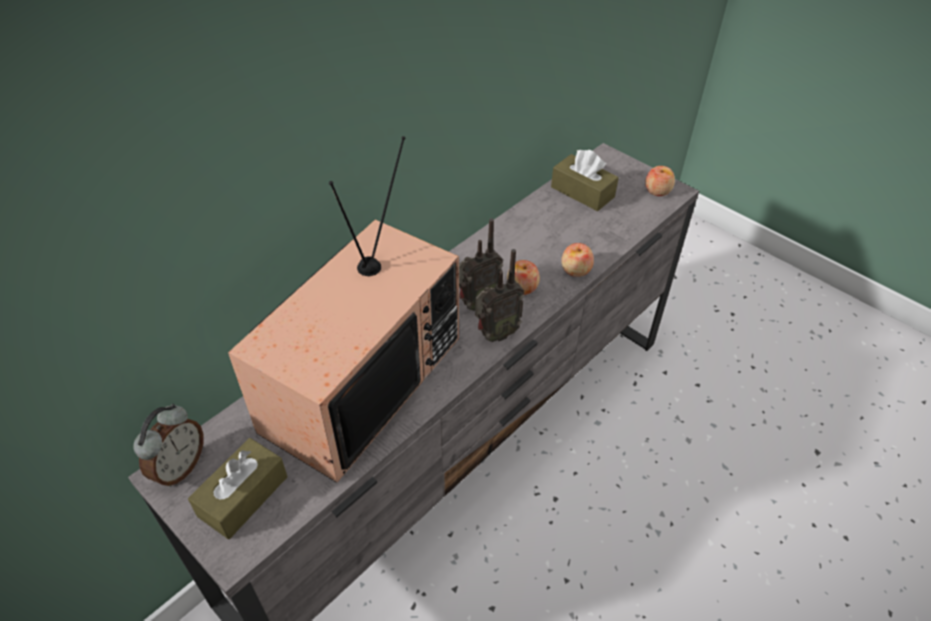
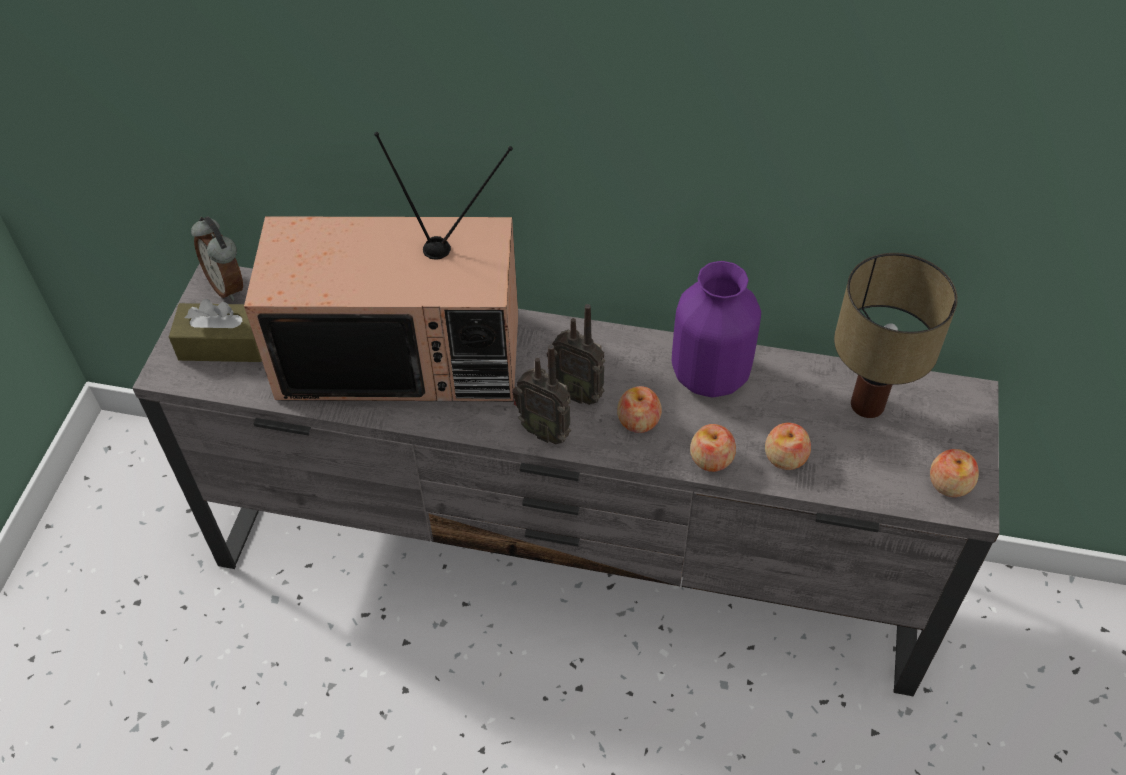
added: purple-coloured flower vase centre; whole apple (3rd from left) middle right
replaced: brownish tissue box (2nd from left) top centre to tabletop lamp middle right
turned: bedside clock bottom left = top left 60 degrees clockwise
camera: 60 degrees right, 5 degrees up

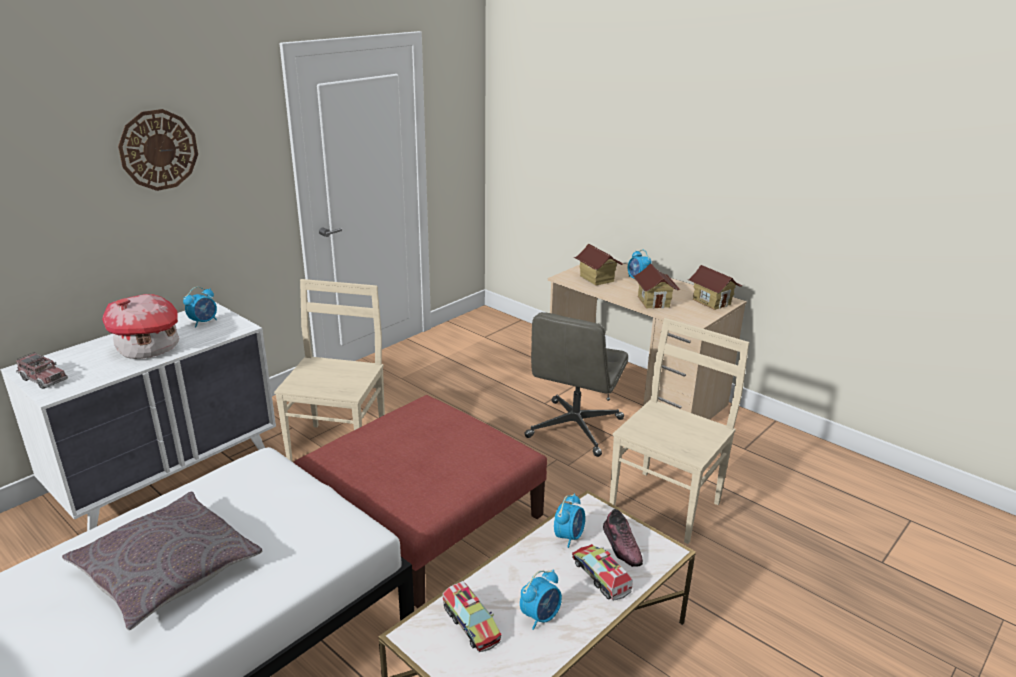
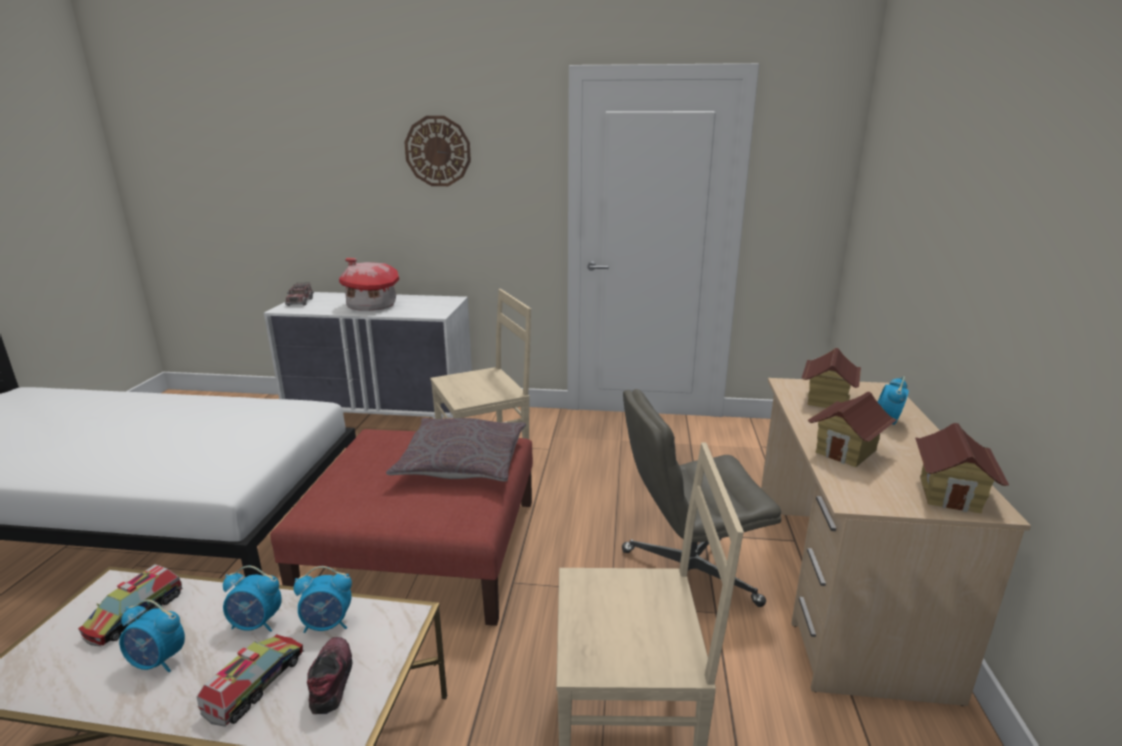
moved: bedside clock (1st from left in the first image) middle left to bedside clock (2nd from left) bottom left; gray pillow bottom left to centre
turned: shoe bottom centre = bottom left 135 degrees clockwise
camera: 55 degrees right, 5 degrees down

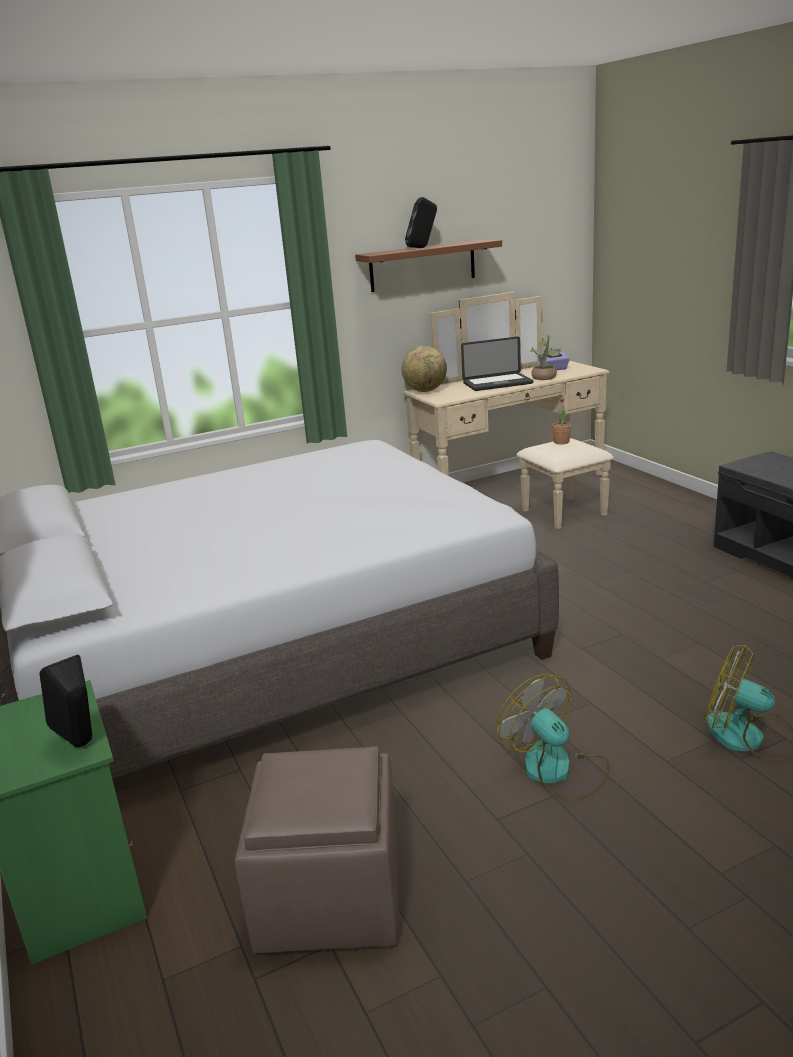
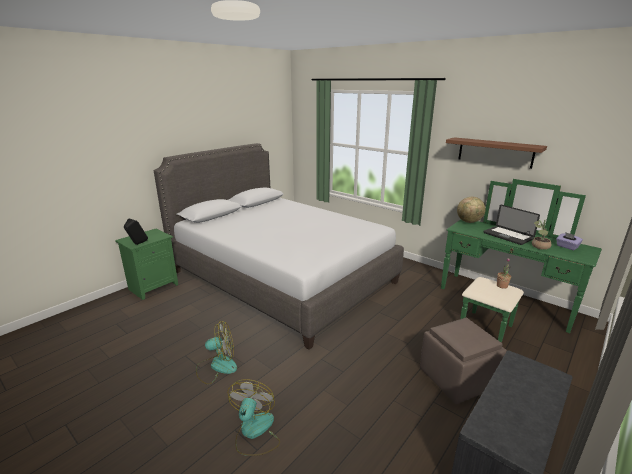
removed: black audio speaker (2nd from left) top centre
moved: brownish ottoman bottom centre to bottom right
recoloured: beige chest of drawers centre to green-coloured chest of drawers middle right
turned: fan (1st from left) bottom right = bottom centre 45 degrees clockwise
camera: 65 degrees right, 0 degrees up

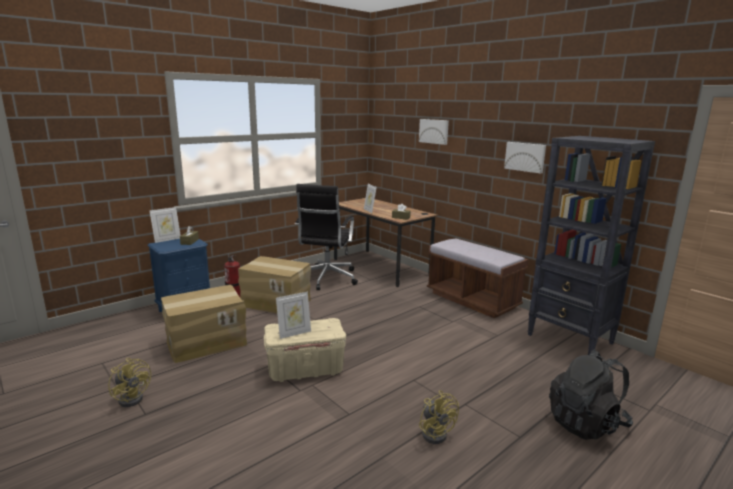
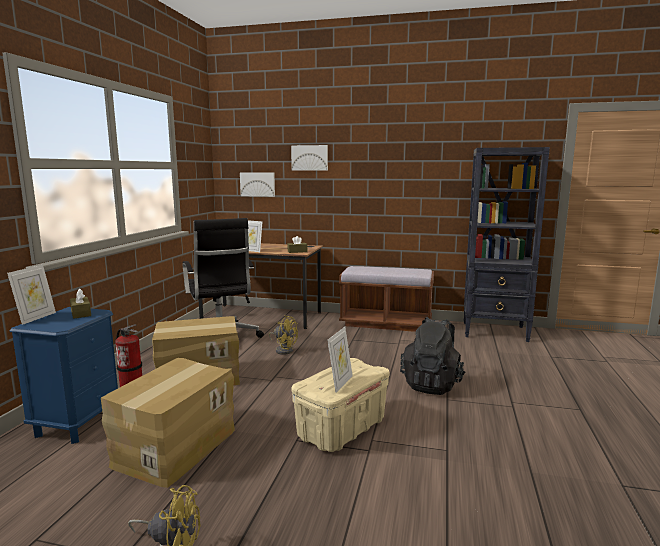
moved: wall art (2nd from left in the first image) top right to wall art (1st from left) centre; black knapsack bottom right to centre; yellowish fan (2nd from left) bottom centre to centre
camera: 35 degrees left, 5 degrees down

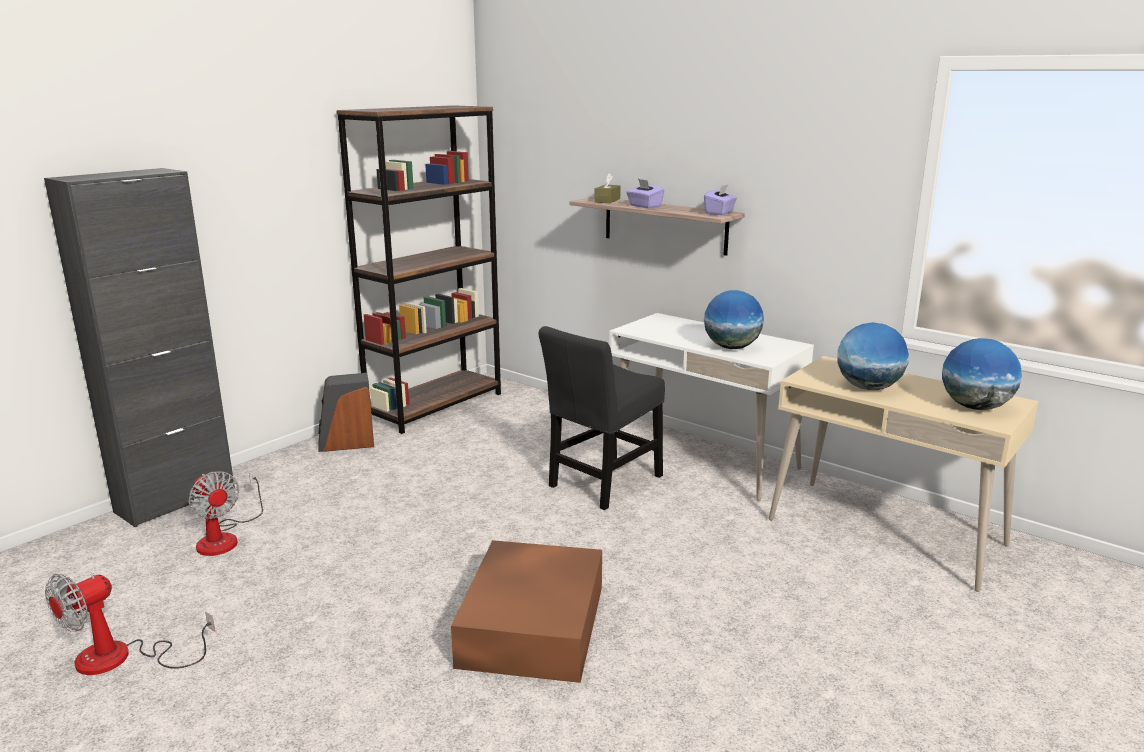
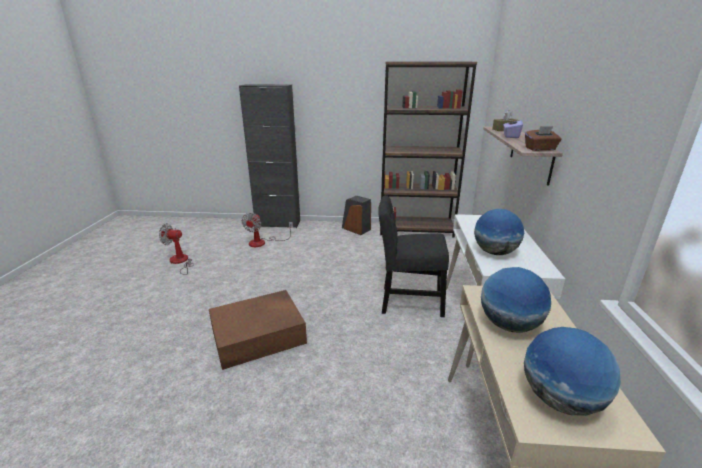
recoloured: purple-coloured tissue box (2nd from left) top centre to brownish tissue box (2nd from left) top right
camera: 55 degrees right, 5 degrees up

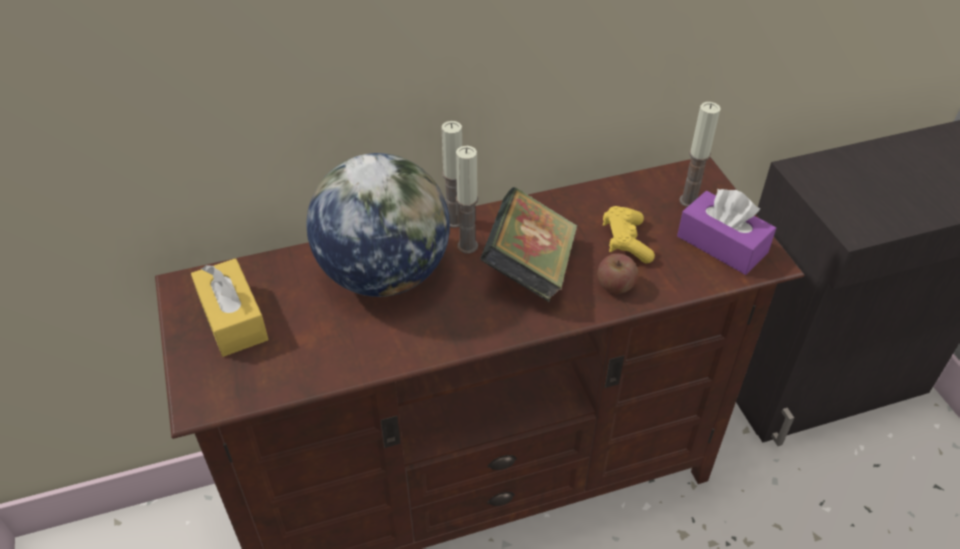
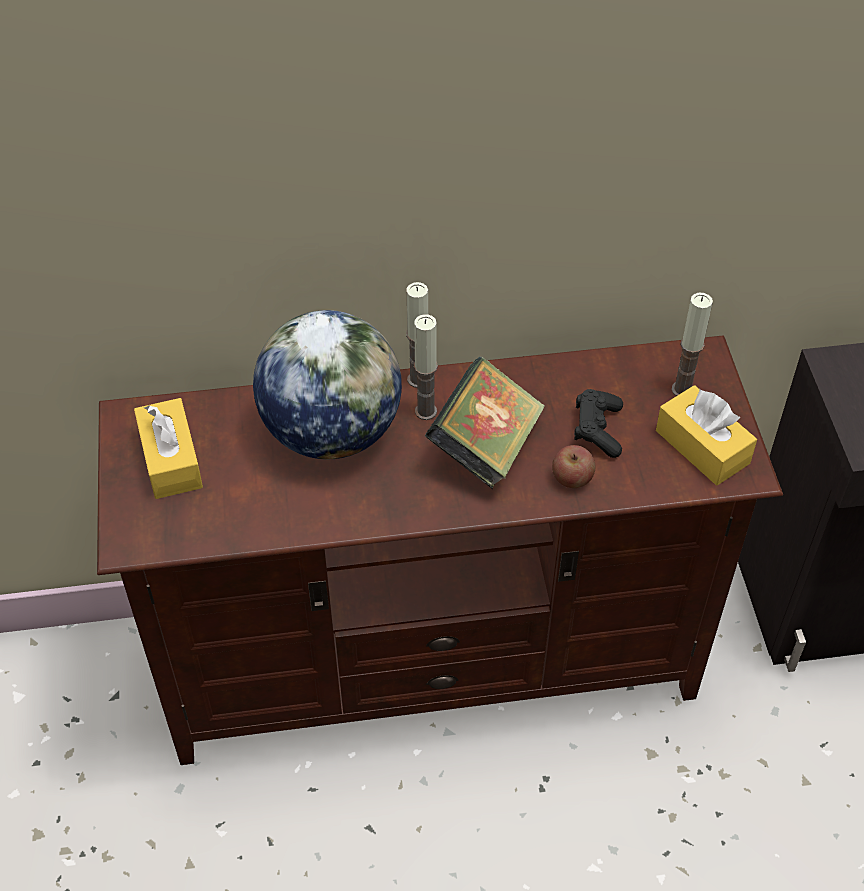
recoloured: purple-coloured tissue box middle right to yellowish tissue box (2nd from left) middle right; yellowish joypad centre to black joypad middle right
camera: 10 degrees right, 5 degrees up

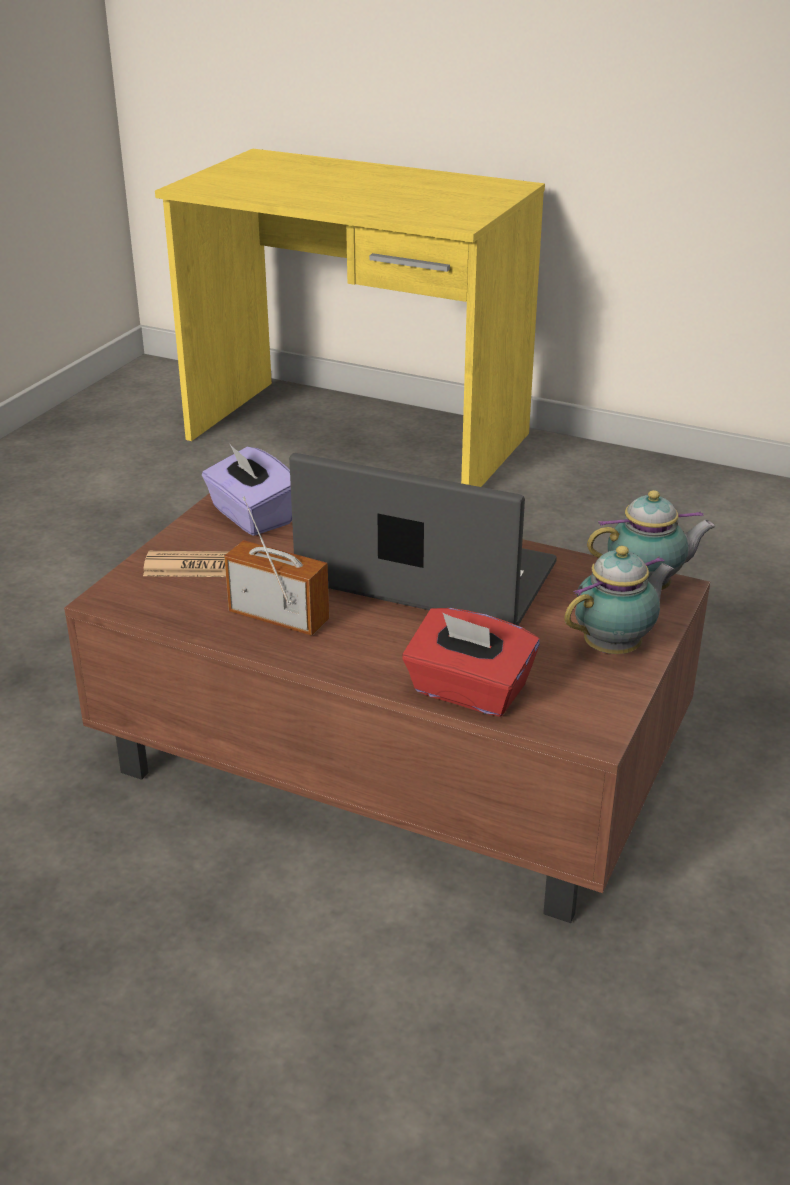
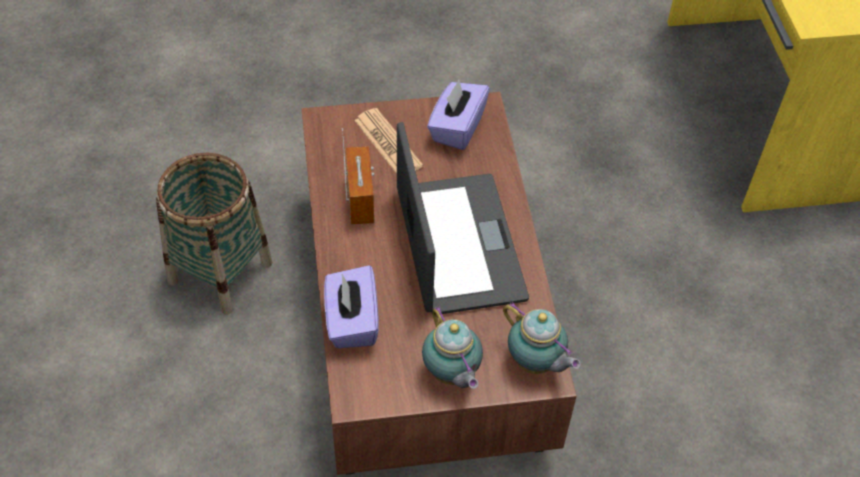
added: household basket middle left
recoloured: reddish tissue box centre to purple-coloured tissue box (1st from left) centre
turned: pot for tea (1st from left) middle right = bottom centre 45 degrees clockwise
camera: 55 degrees right, 20 degrees up

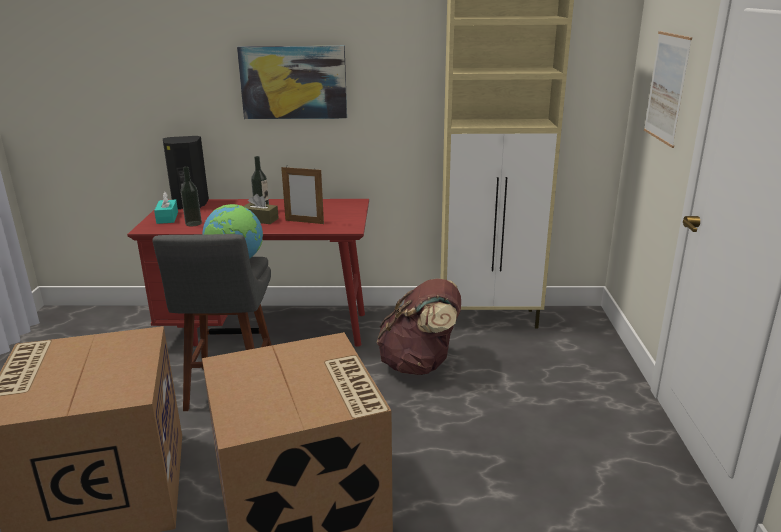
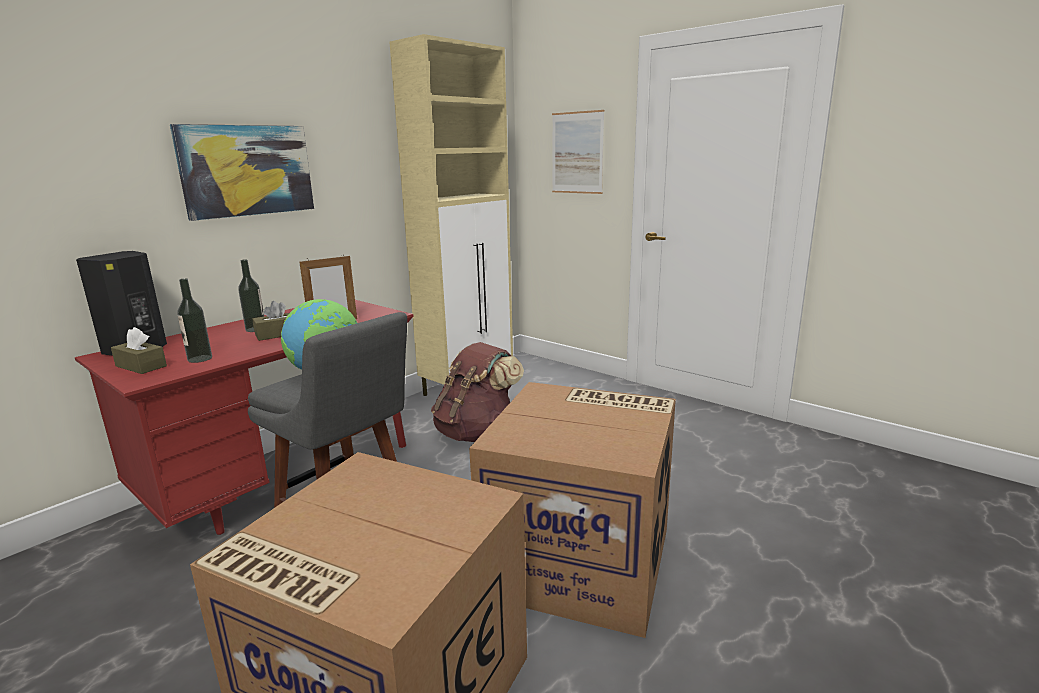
recoloured: turquoise-coloured tissue box middle left to brownish tissue box (1st from left) middle left
camera: 50 degrees left, 5 degrees down

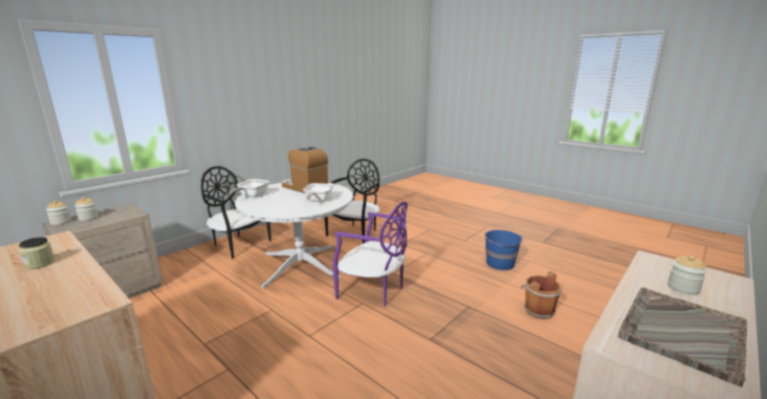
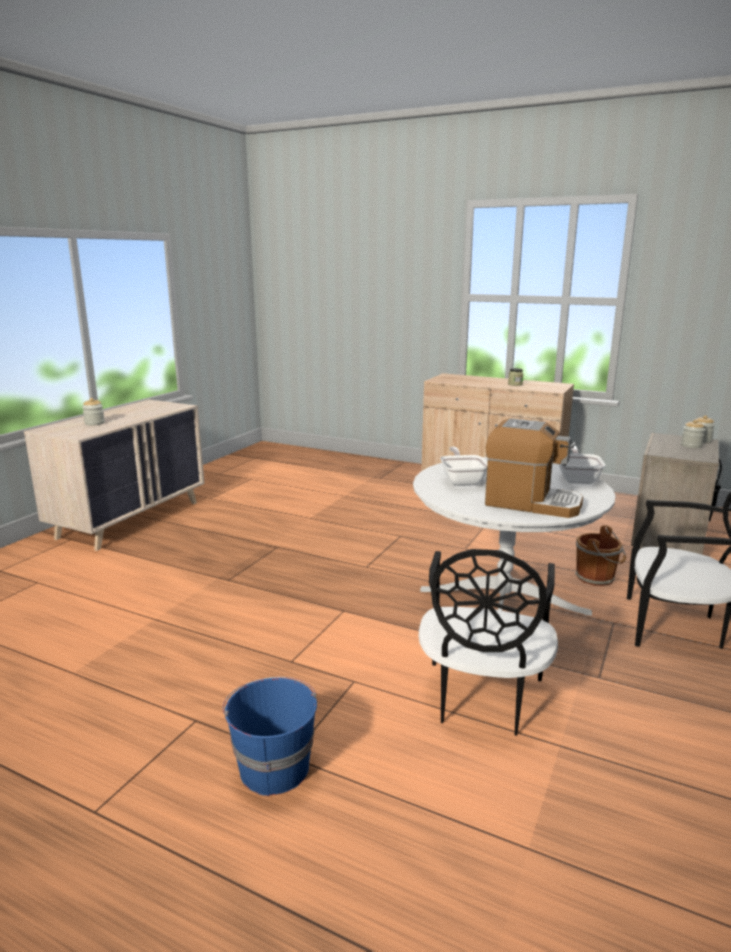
removed: purple-coloured chair centre; gray serving tray bottom right
moved: blue-coloured water bucket centre to bottom centre; brownish water bucket bottom right to middle right
camera: 165 degrees right, 0 degrees up

